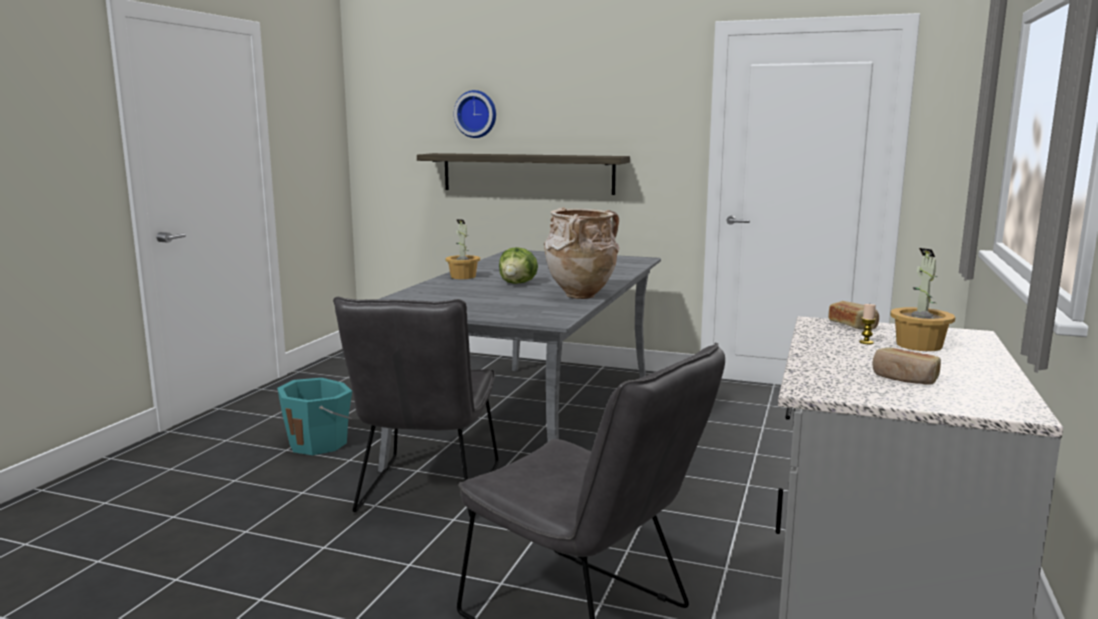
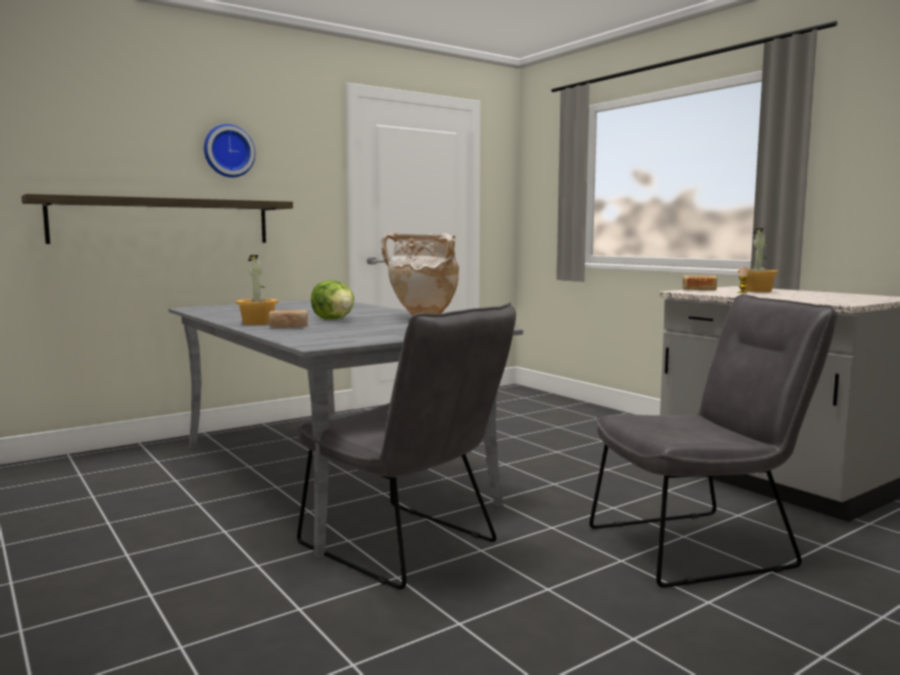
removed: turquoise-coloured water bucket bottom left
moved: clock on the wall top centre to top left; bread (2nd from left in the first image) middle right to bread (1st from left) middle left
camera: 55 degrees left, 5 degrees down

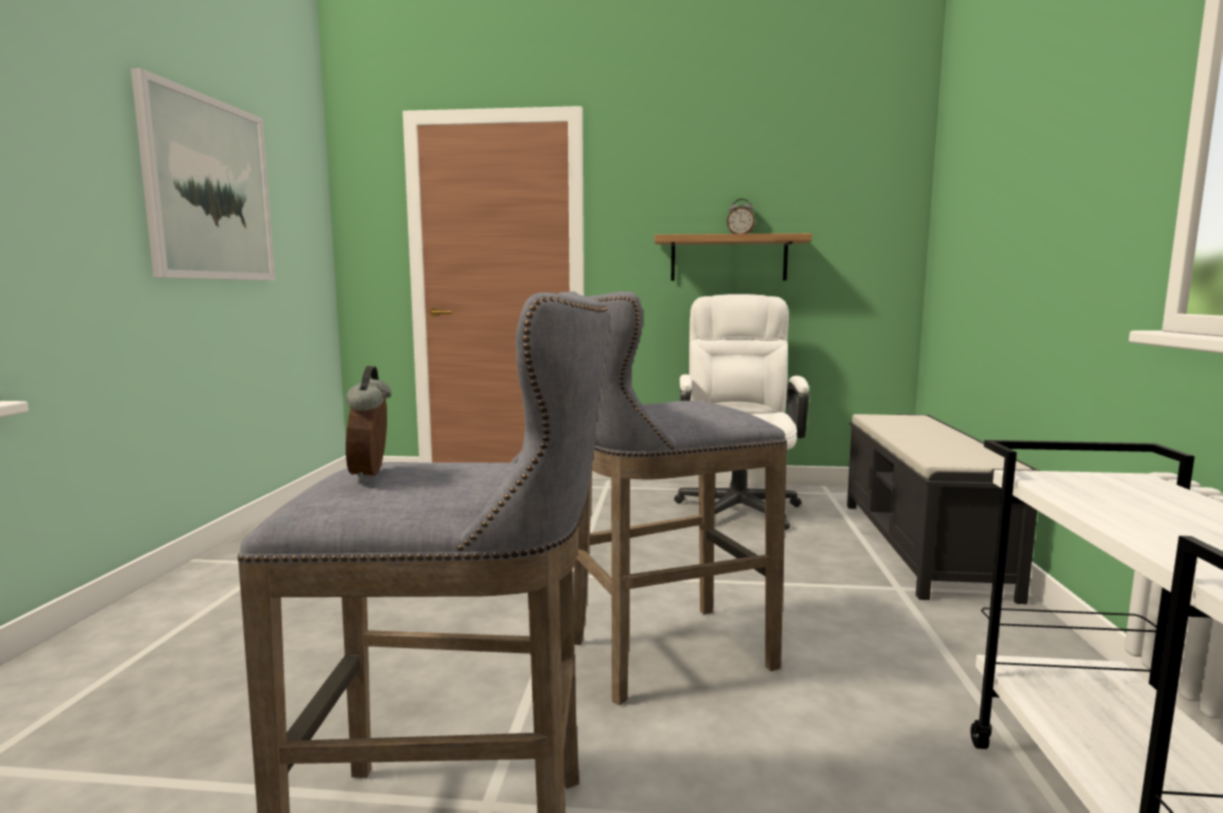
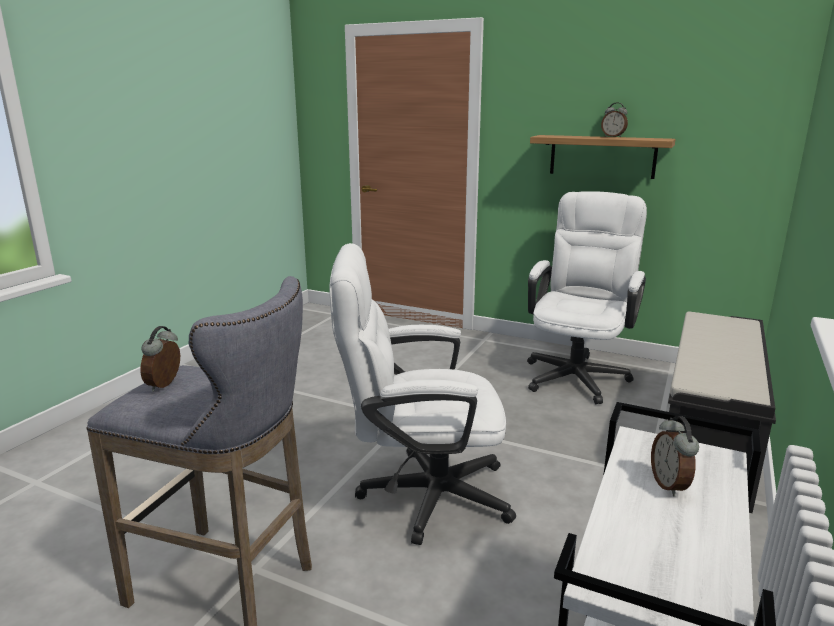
removed: wall art top left
added: bedside clock (3rd from left) bottom right
replaced: gray sitting stool (2nd from left) centre to white desk chair (1st from left) centre
camera: 20 degrees right, 10 degrees up

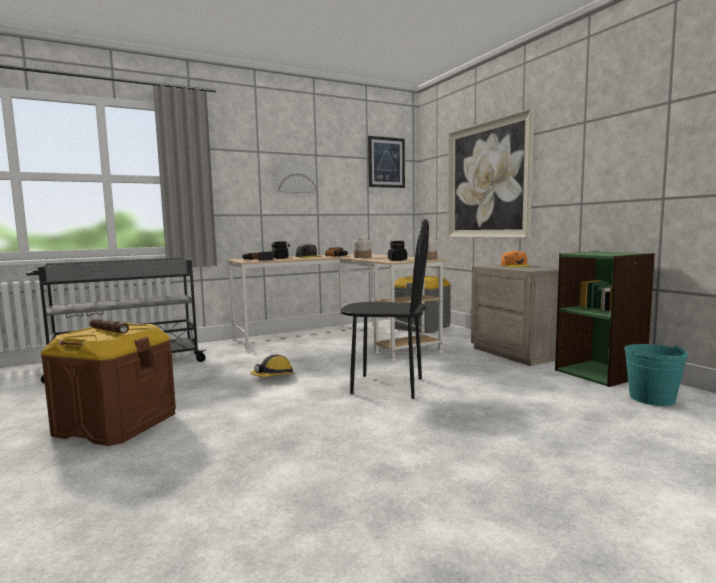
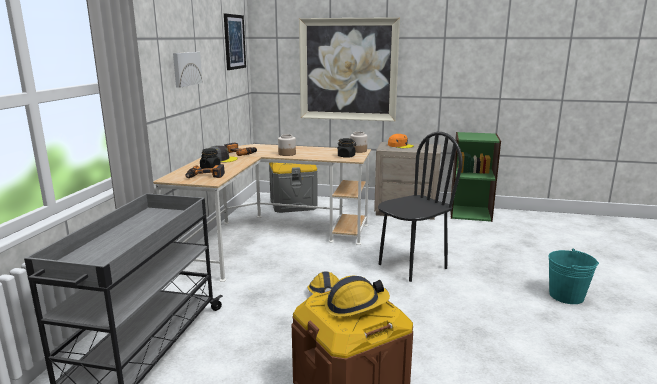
moved: turquoise-coloured water bucket middle right to bottom right
replaced: brownish hand torch middle left to hard hat (2nd from left) bottom centre
camera: 50 degrees left, 10 degrees up

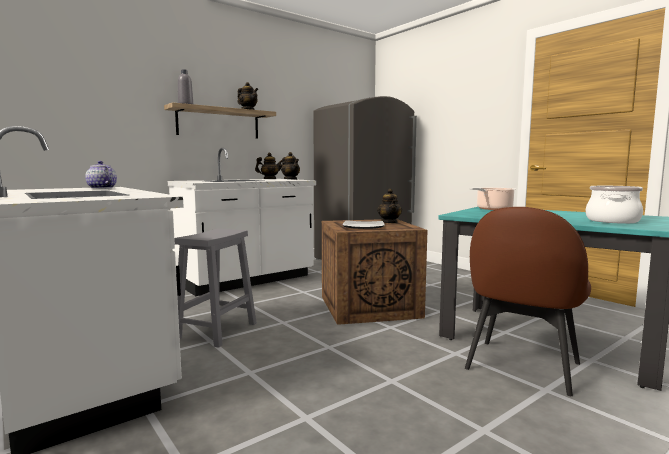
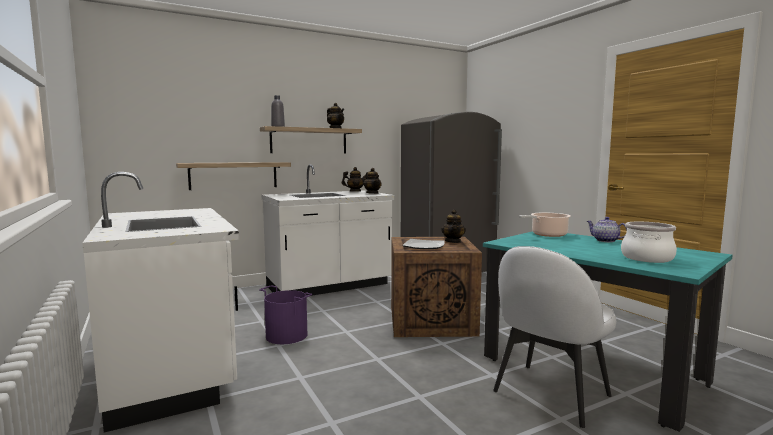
added: shelf (1st from left) middle left
moved: pot for tea (1st from left in the first image) middle left to pot for tea (5th from left) middle right
replaced: gray sitting stool middle left to purple-coloured water bucket bottom centre
recoloured: brownish chair middle right to white chair bottom right
camera: 10 degrees right, 0 degrees up

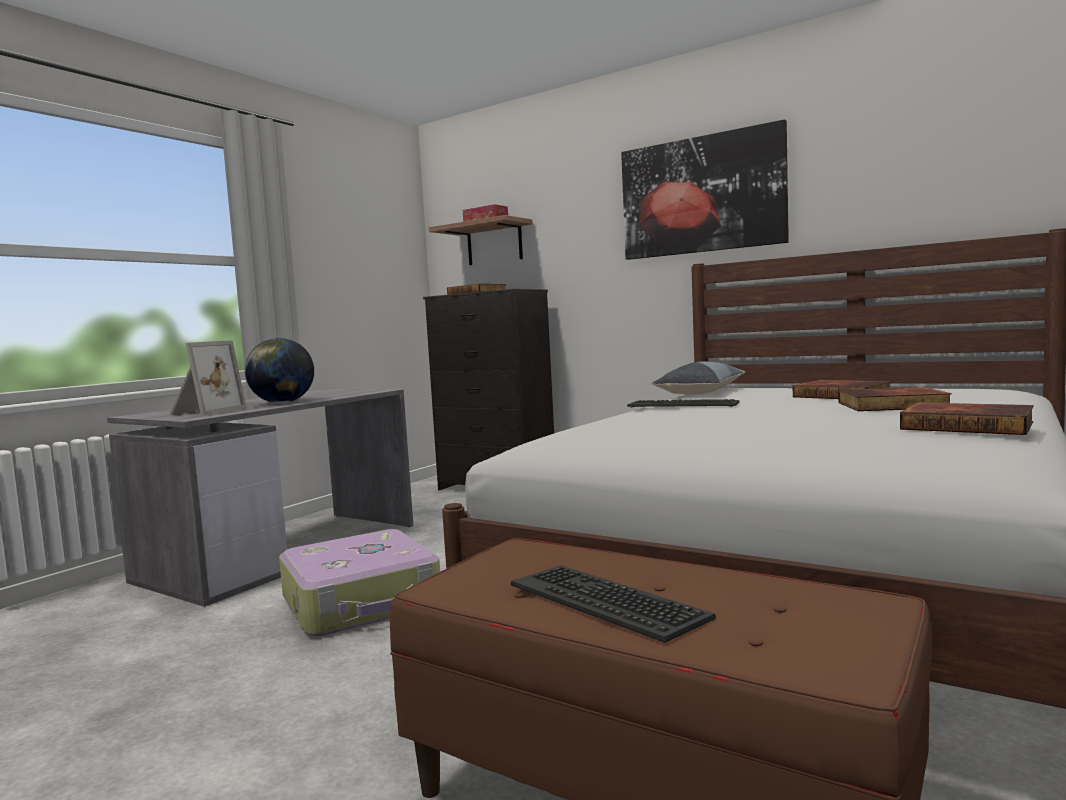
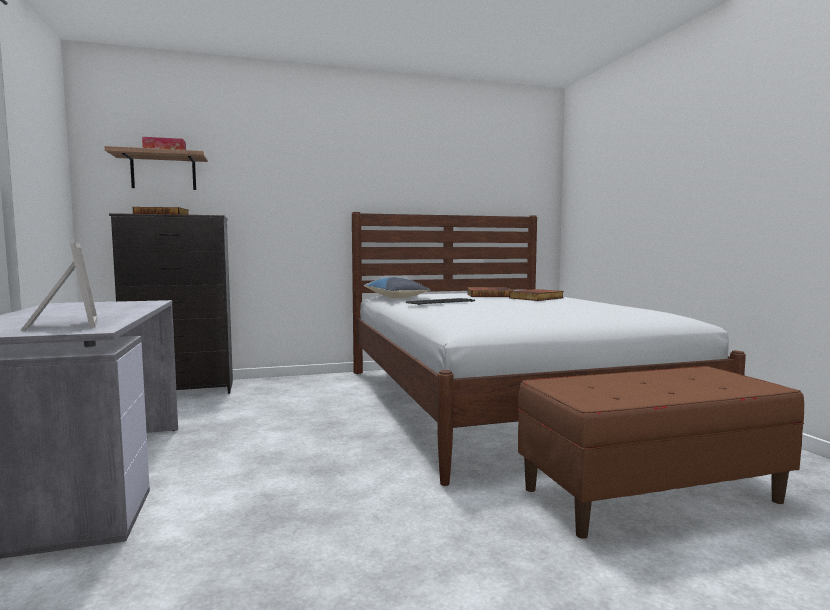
removed: wall art top centre; globe middle left; volume (4th from left) middle right; suitcase bottom centre; PC keyboard (1st from left) bottom centre
camera: 50 degrees left, 0 degrees up

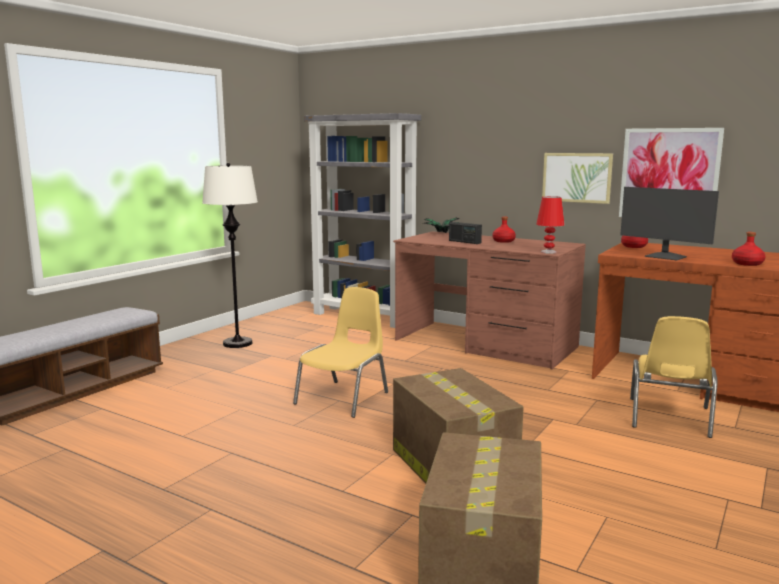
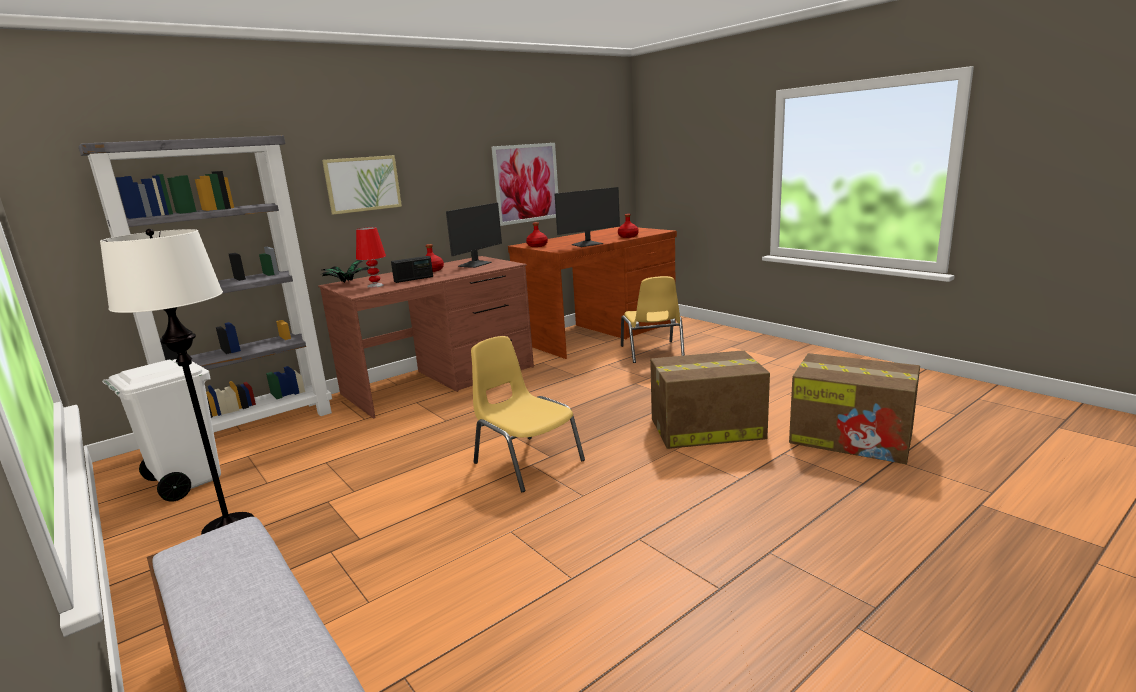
added: computer screen (1st from left) centre; white waste bin middle left
moved: wall art (1st from left) top right to top left; reddish tabletop lamp middle right to middle left
turned: yellowish chair (2nd from left) middle right = centre 45 degrees clockwise
camera: 70 degrees left, 5 degrees up

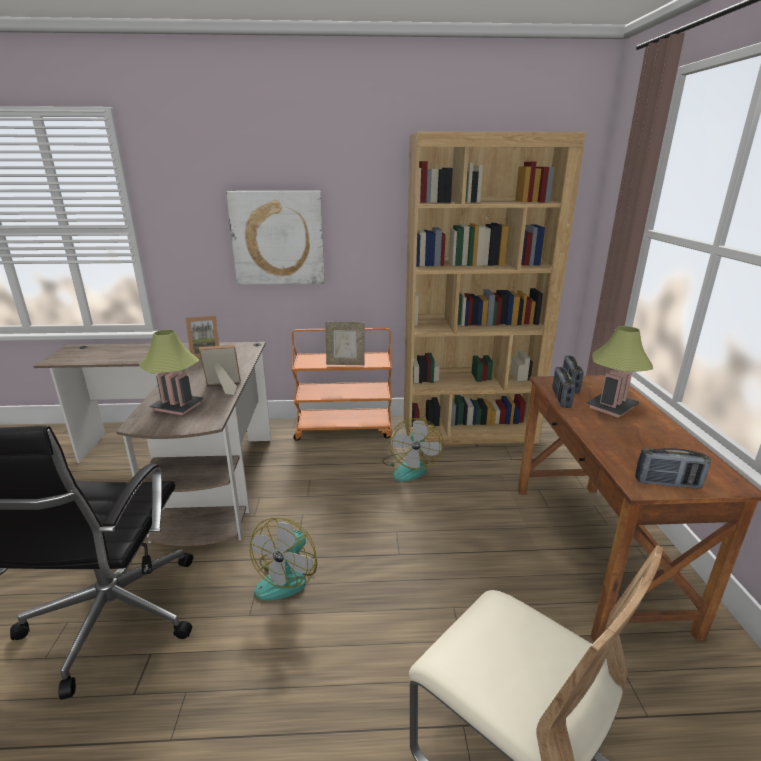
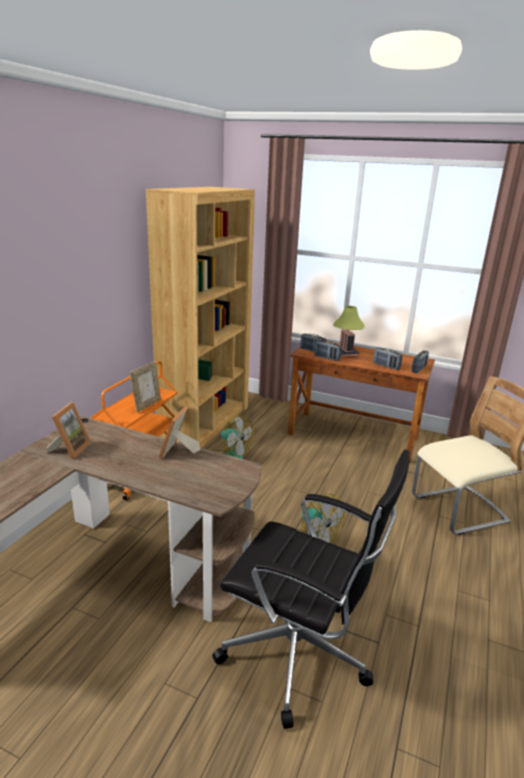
removed: wall art top centre; tabletop lamp (1st from left) middle left
added: radio receiver (3rd from left) middle right
camera: 65 degrees left, 0 degrees up

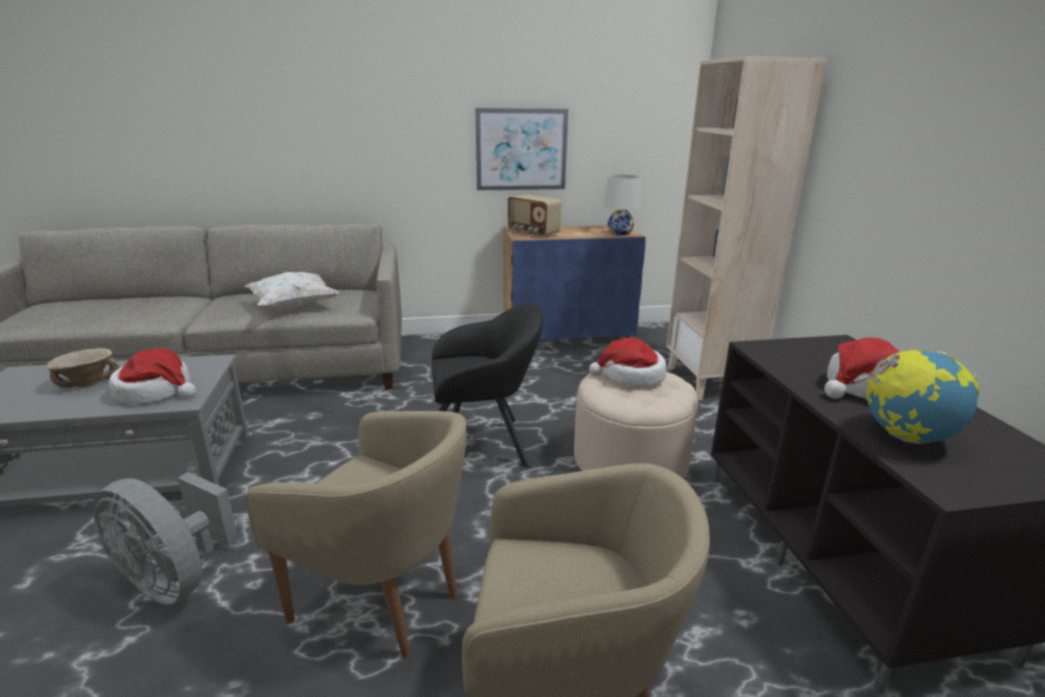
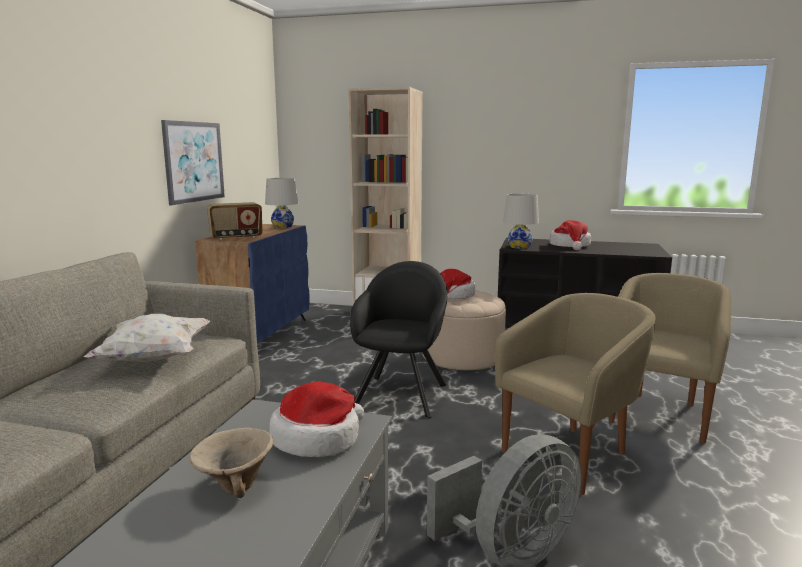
removed: globe middle right
added: white tabletop lamp (2nd from left) centre
camera: 65 degrees left, 10 degrees down

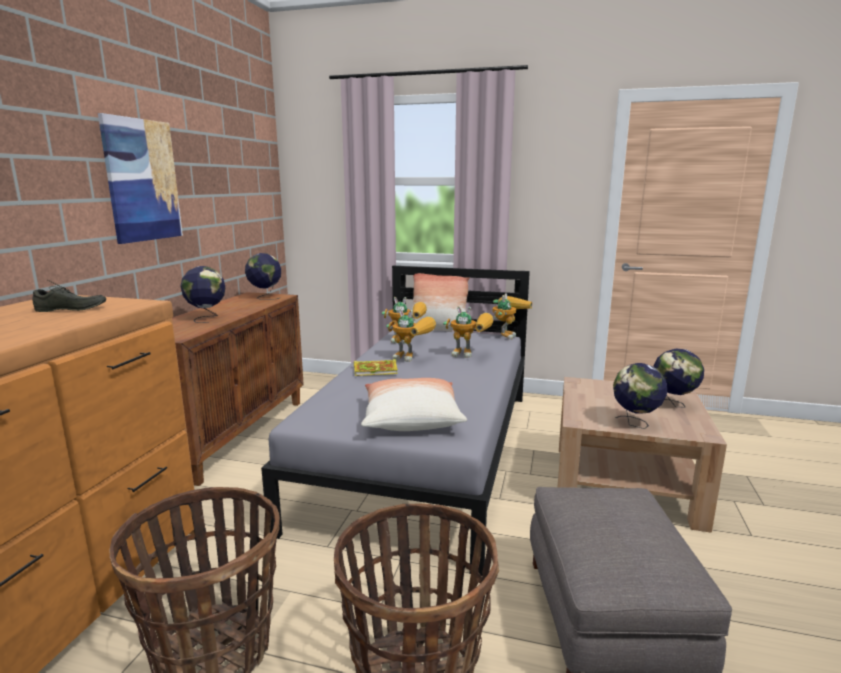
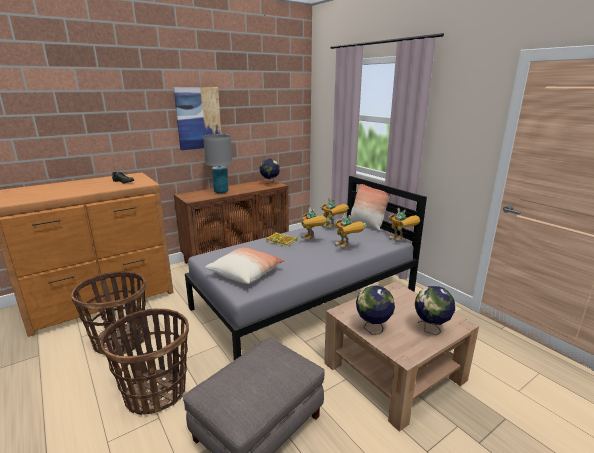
replaced: globe (1st from left) middle left to gray tabletop lamp centre
turned: robot figure (4th from left) centre = middle right 75 degrees clockwise
camera: 40 degrees right, 5 degrees up

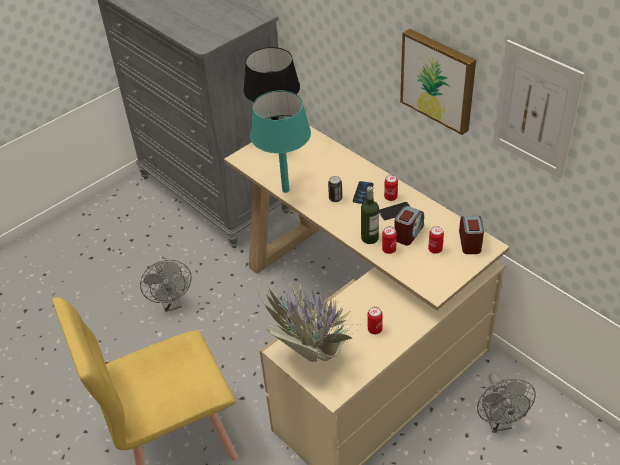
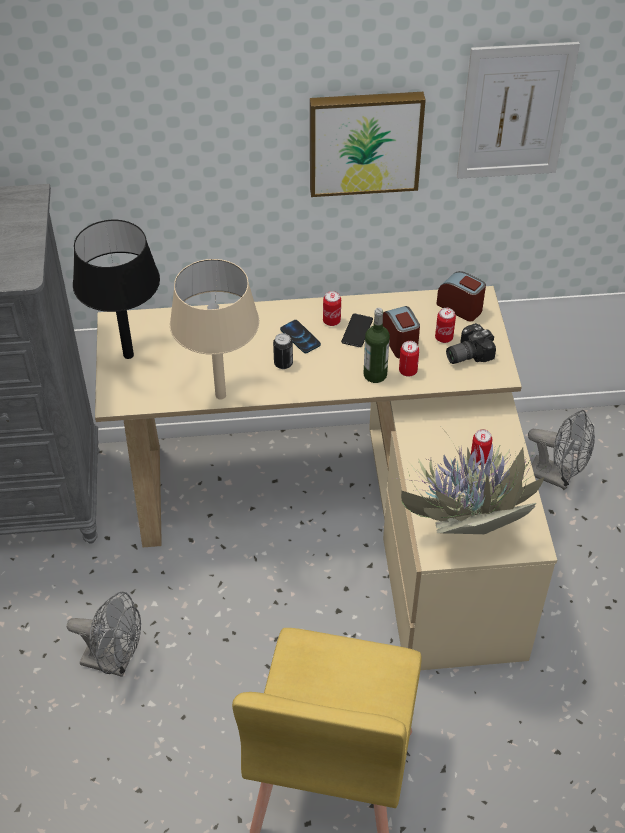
added: photo camera middle right
recoloured: turquoise-coloured tabletop lamp top centre to beige tabletop lamp centre
camera: 55 degrees left, 5 degrees up

